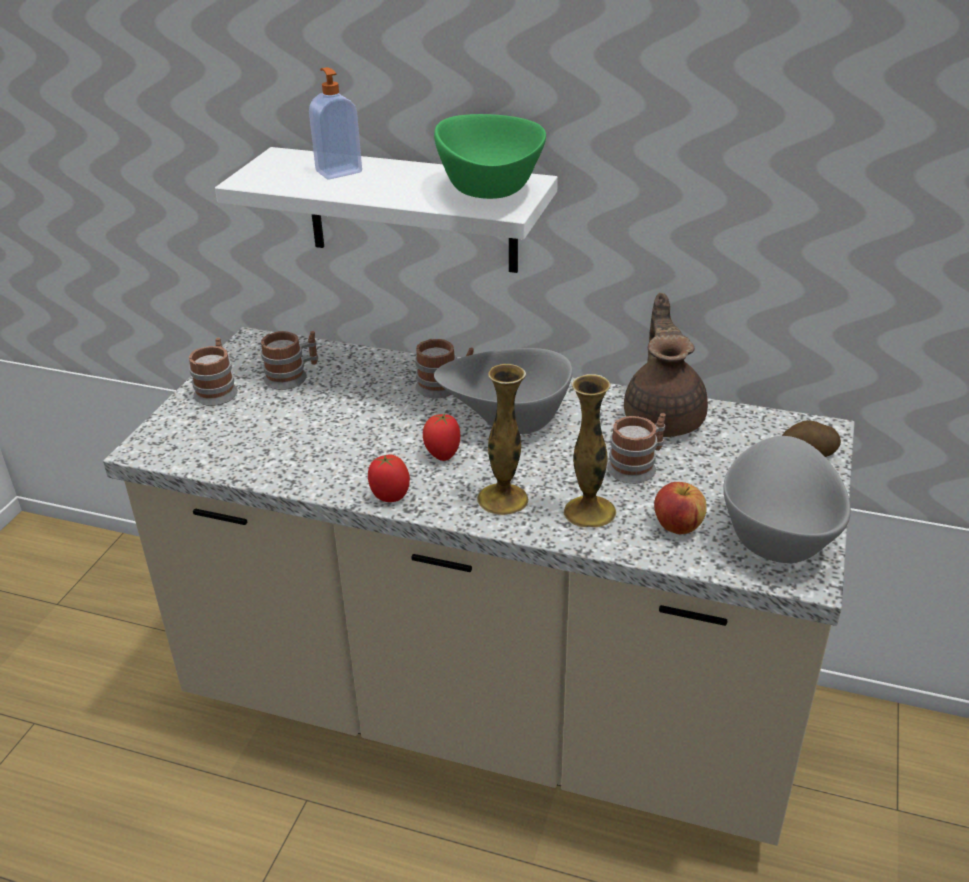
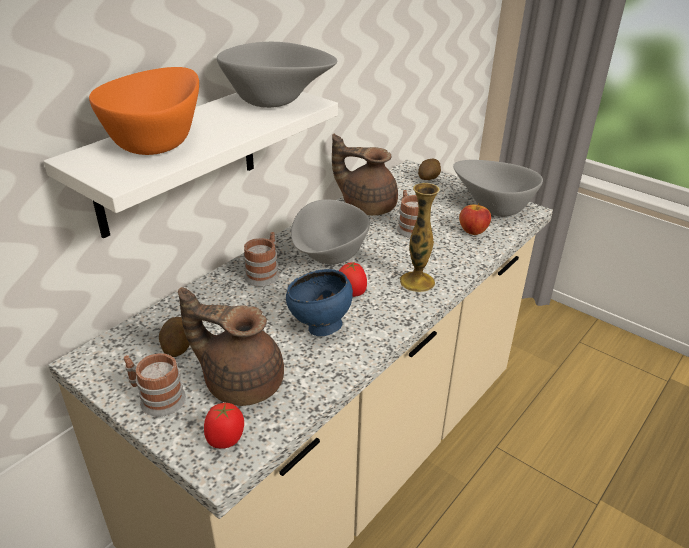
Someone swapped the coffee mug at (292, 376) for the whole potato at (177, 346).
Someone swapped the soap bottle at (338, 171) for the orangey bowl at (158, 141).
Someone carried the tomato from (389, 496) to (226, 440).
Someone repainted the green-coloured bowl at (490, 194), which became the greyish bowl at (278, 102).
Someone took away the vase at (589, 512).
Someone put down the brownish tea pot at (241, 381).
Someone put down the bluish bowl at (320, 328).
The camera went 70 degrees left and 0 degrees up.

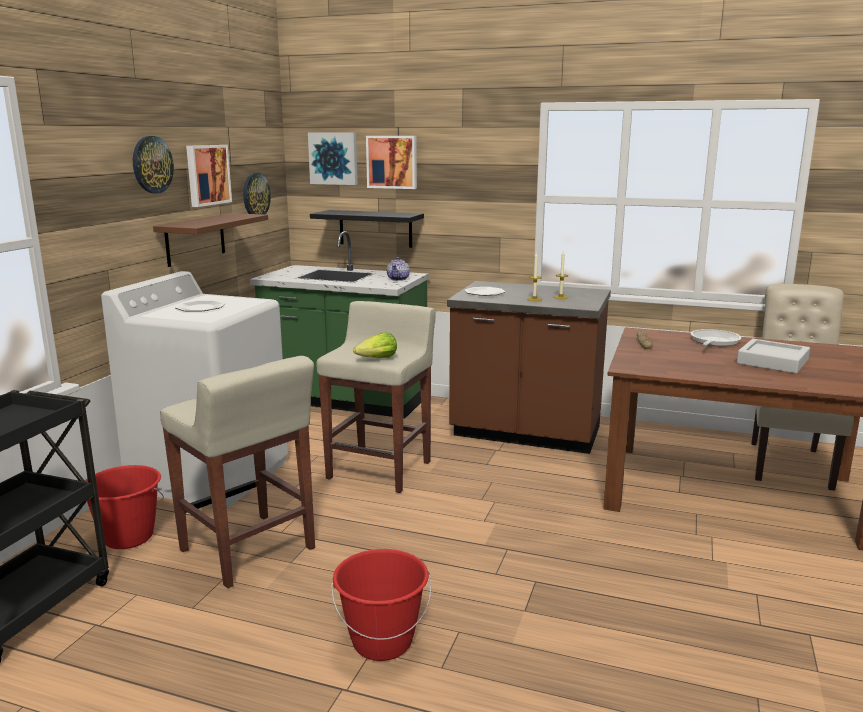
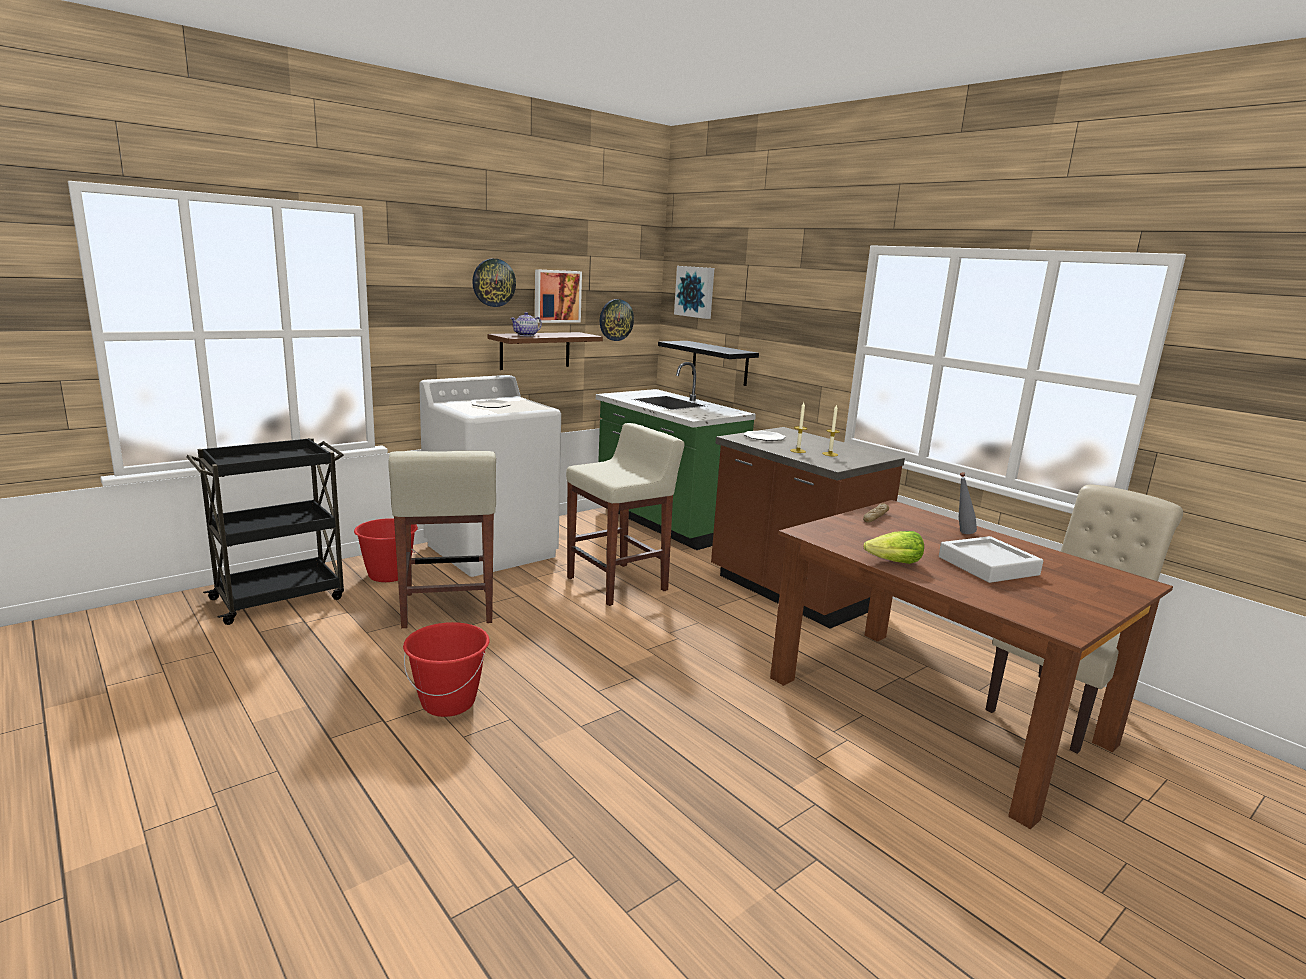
Someone carried the head of lettuce from (377, 359) to (894, 562).
Someone took away the wall picture at (392, 162).
Someone carried the tea pot from (398, 279) to (526, 335).
Someone swapped the pan at (713, 342) for the greyish drink bottle at (961, 533).
The camera went 30 degrees right and 0 degrees up.

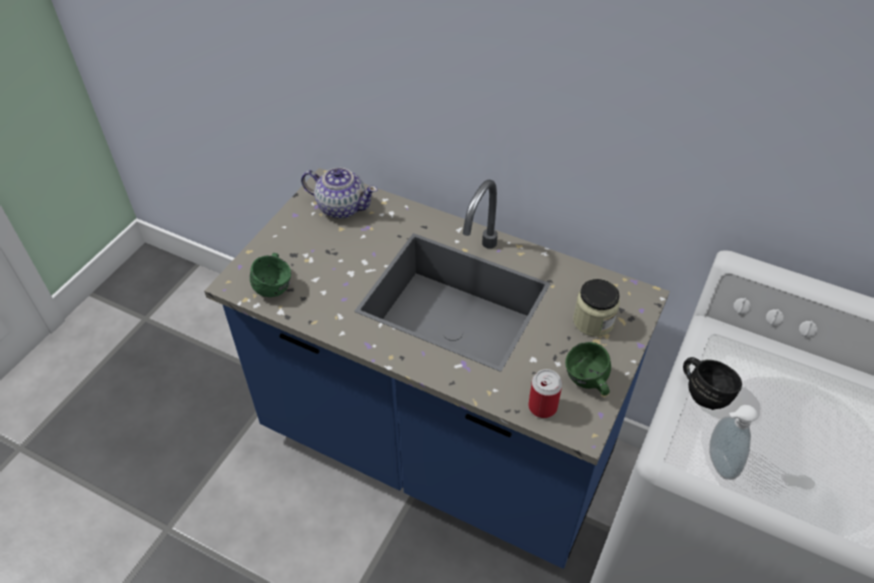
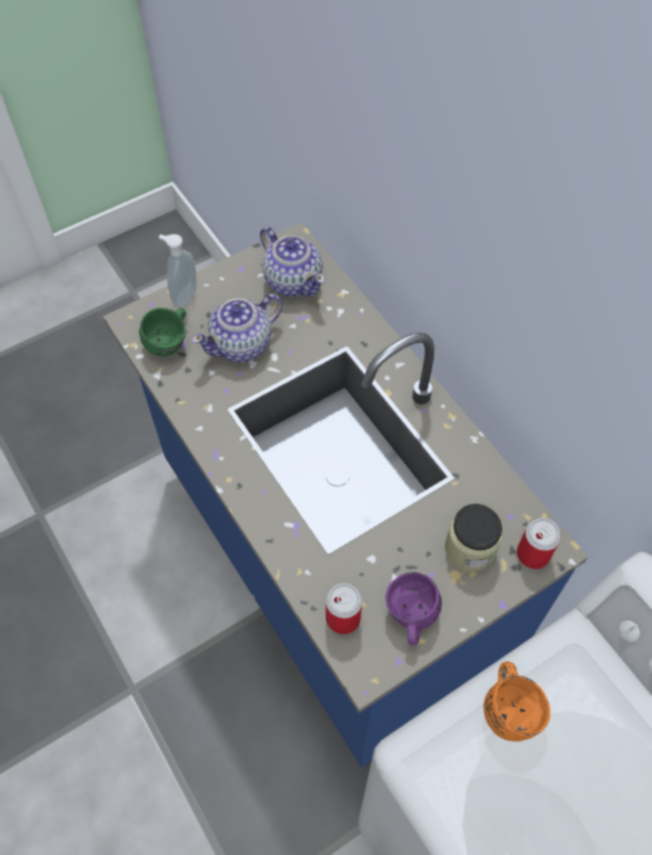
Someone repainted the green-coloured coffee mug at (587, 383), which became the purple-coloured coffee mug at (409, 617).
Someone repainted the black coffee mug at (704, 392), which became the orangey coffee mug at (510, 707).
Someone carried the soap bottle from (717, 463) to (183, 295).
Someone put down the tea pot at (242, 344).
Someone put down the sealed can at (533, 554).
The camera went 30 degrees right and 10 degrees up.

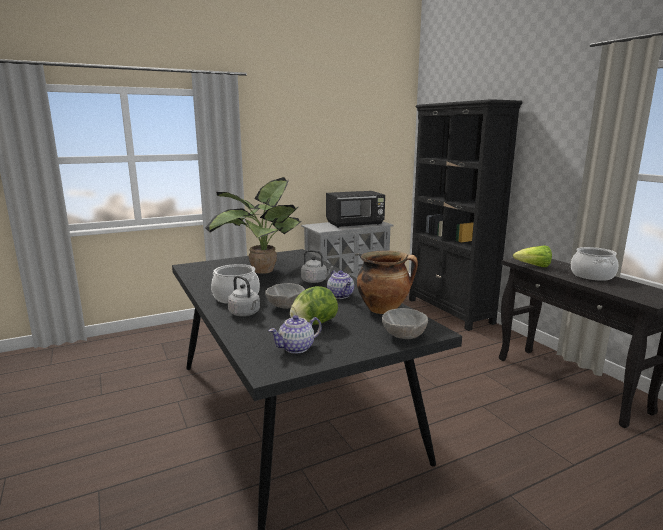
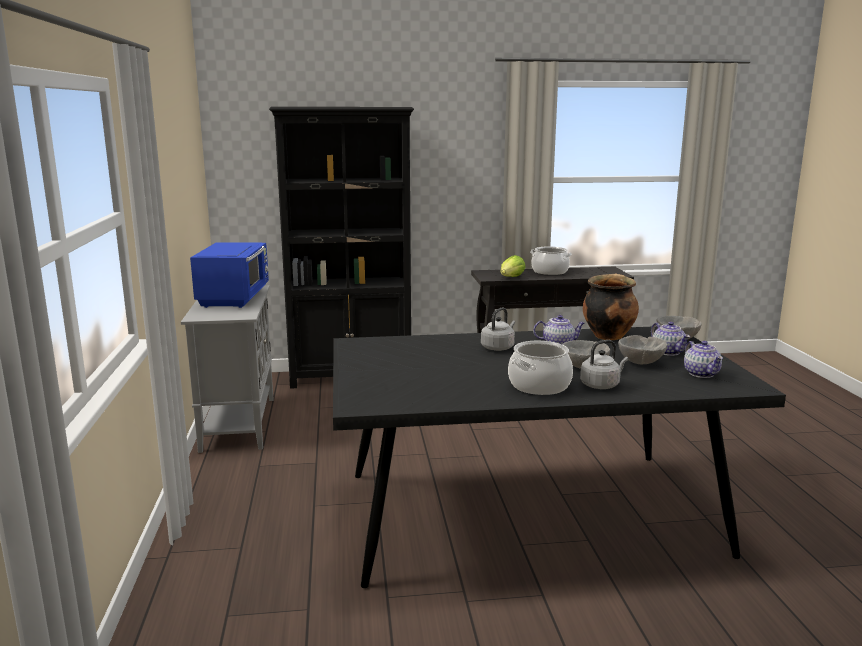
Someone took away the potted plant at (259, 270).
Someone swapped the head of lettuce at (313, 324) for the greyish bowl at (640, 362).
Someone repainted the black microwave at (355, 224), which became the bluish microwave at (235, 298).
Someone put down the tea pot at (668, 352).
The camera went 70 degrees left and 0 degrees up.

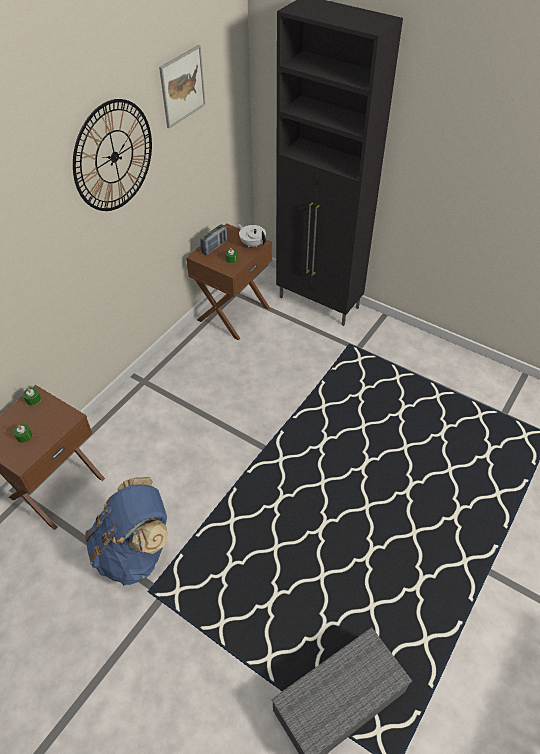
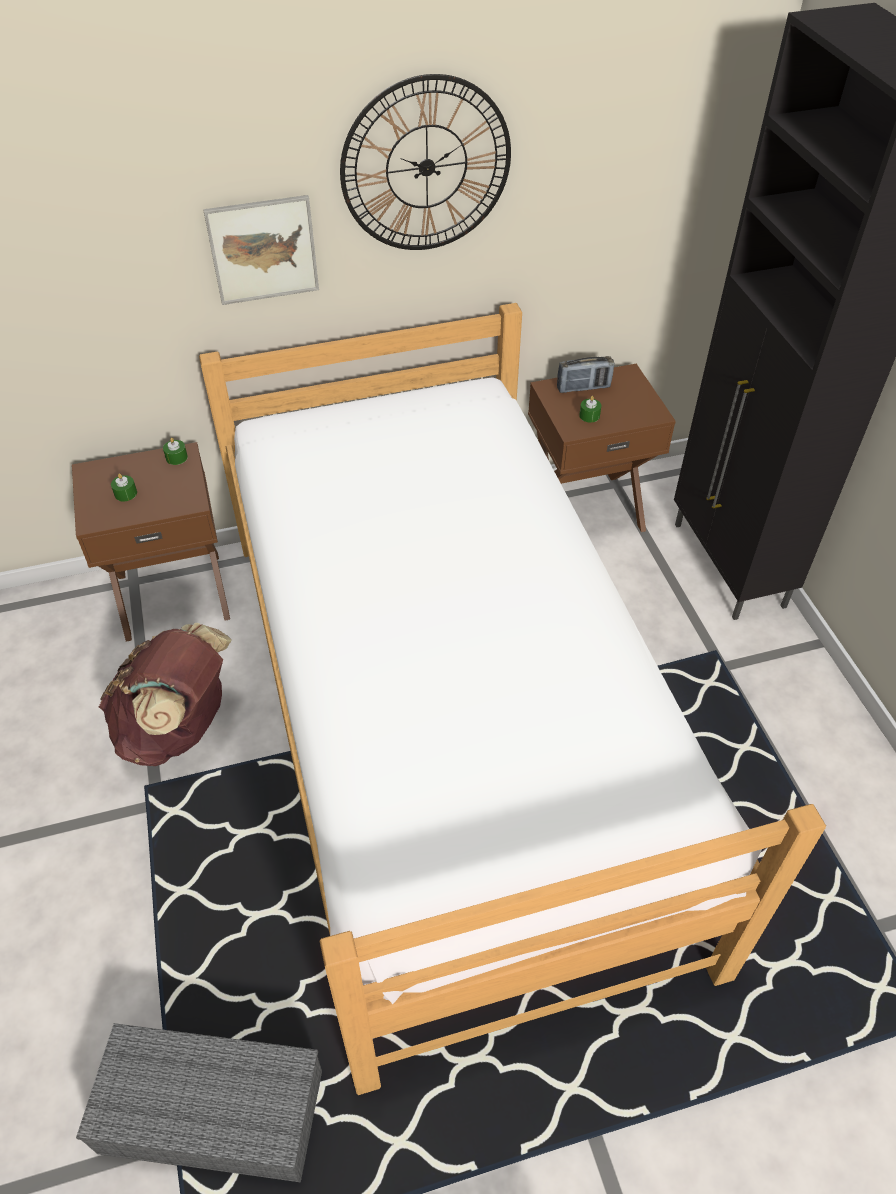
Someone repainted the bluish knapsack at (135, 551), which became the brownish knapsack at (178, 728).
Someone carried the wall picture from (182, 86) to (263, 250).
Someone took away the white-coloured tea pot at (252, 244).
Someone put down the sleeping bed at (449, 726).
The camera went 40 degrees right and 0 degrees up.

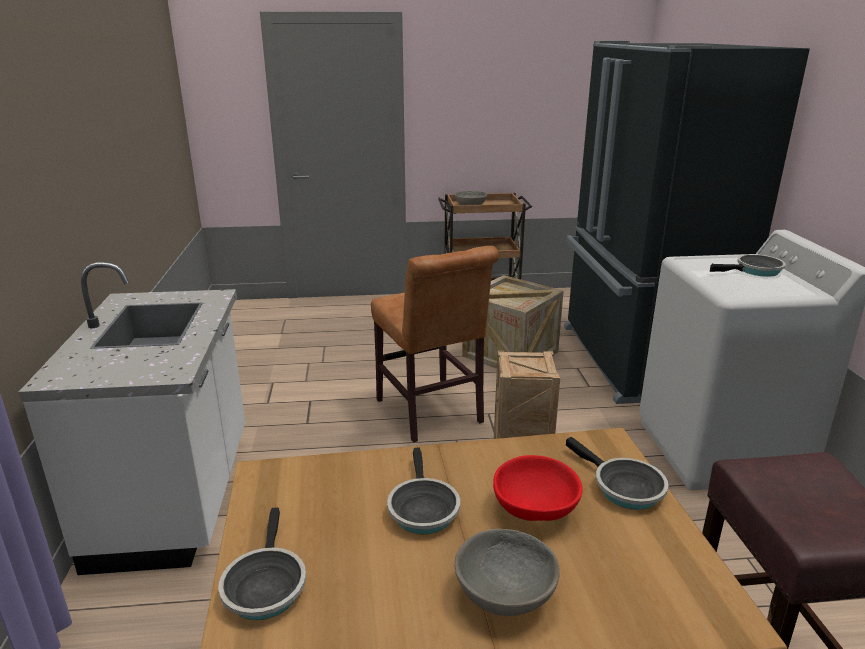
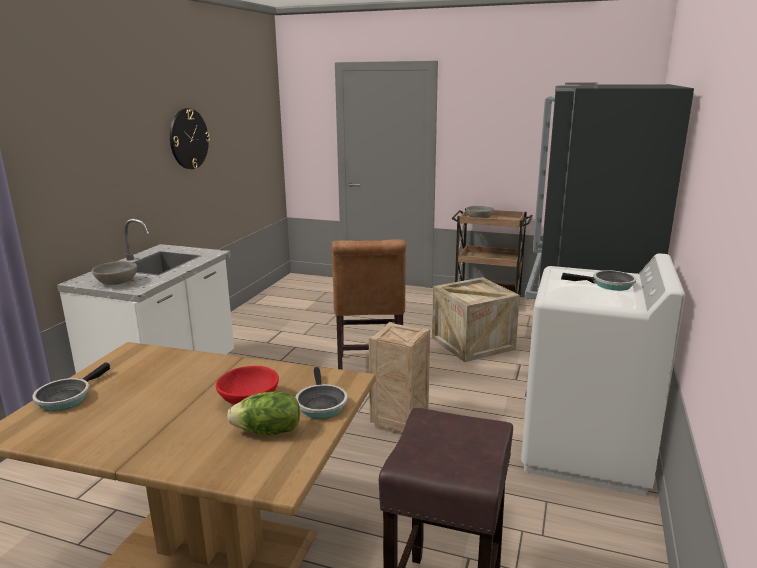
Someone took away the pan at (422, 509).
Someone carried the greyish bowl from (506, 593) to (117, 282).
Someone put up the wall clock at (188, 139).
Someone put down the head of lettuce at (268, 432).
The camera went 25 degrees right and 5 degrees down.

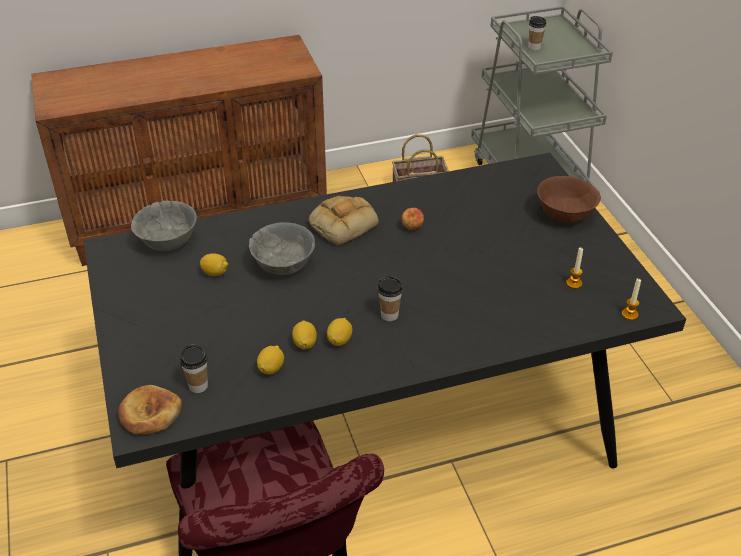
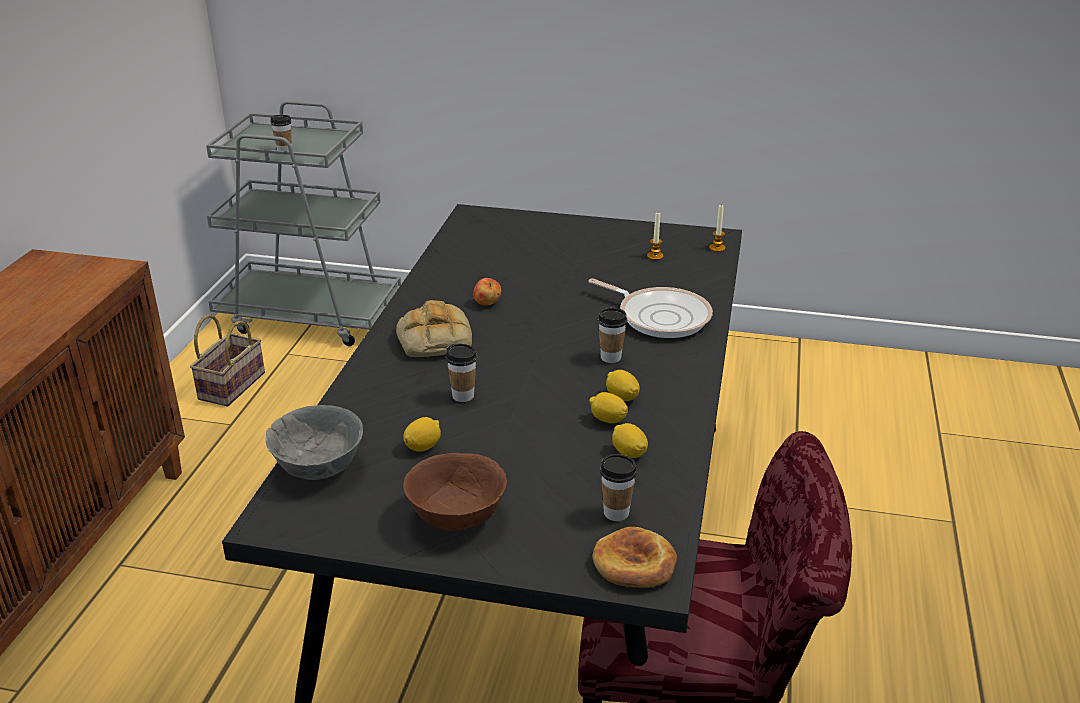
Someone swapped the greyish bowl at (284, 265) for the small cup at (463, 396).
Someone carried the brownish bowl from (565, 215) to (457, 516).
Someone put down the pan at (660, 316).
The camera went 60 degrees left and 10 degrees down.

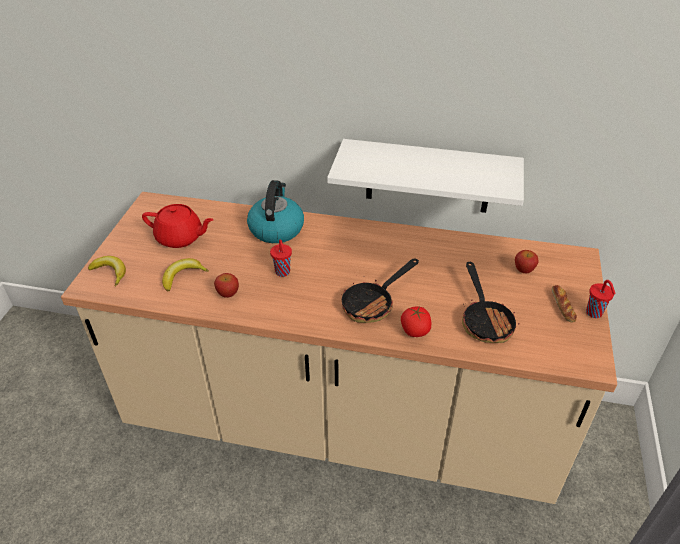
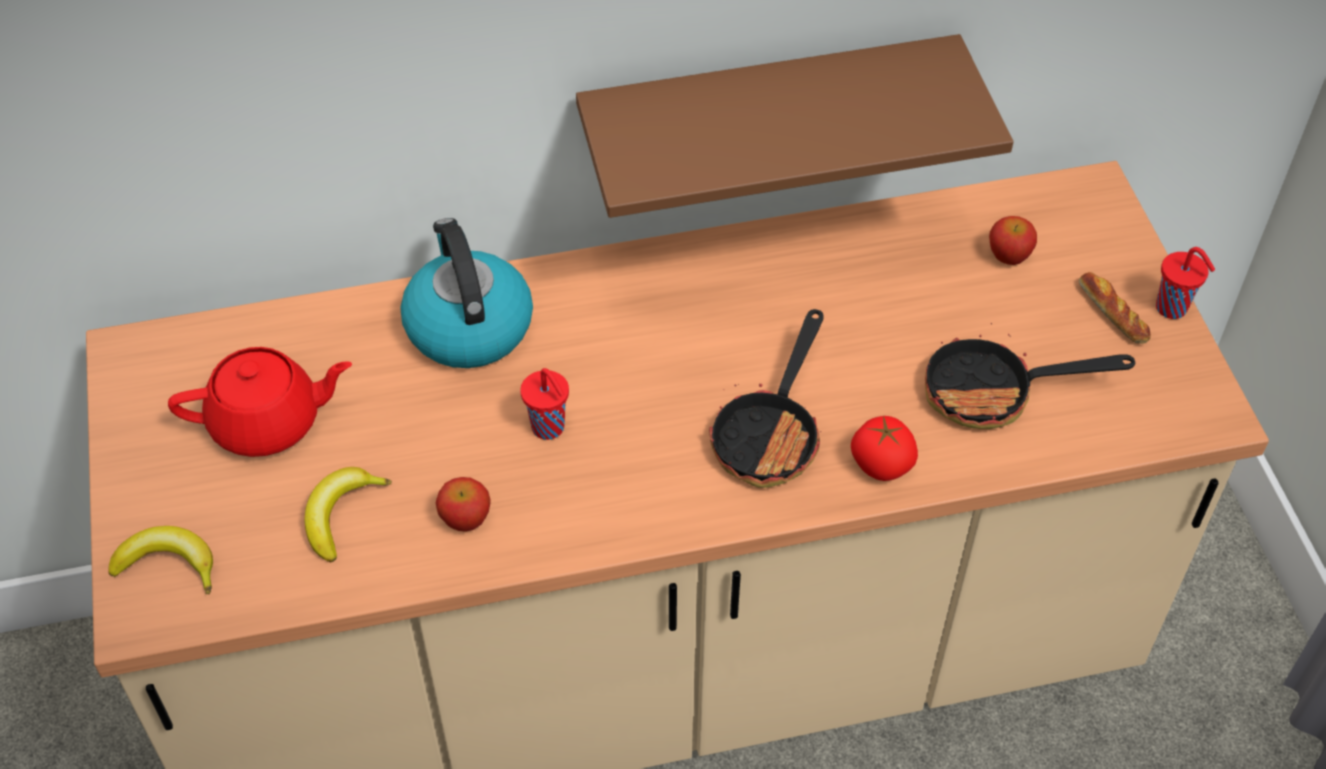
Someone repainted the white-coloured bracket shelf at (428, 176), which became the brownish bracket shelf at (767, 118).
Someone rotated the pan at (485, 320) by 120 degrees clockwise.
The camera went 25 degrees left and 10 degrees up.

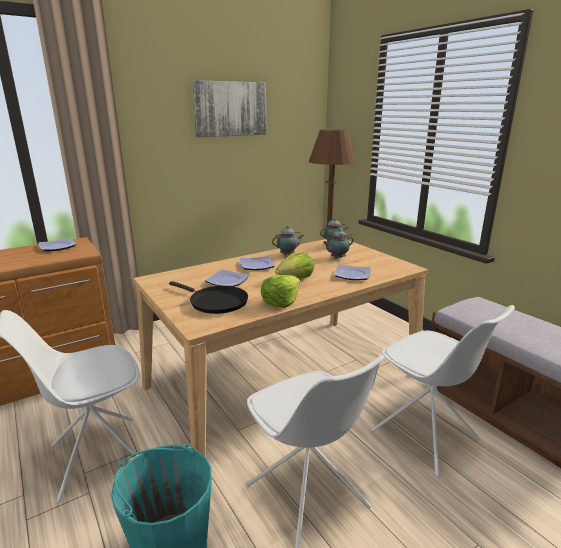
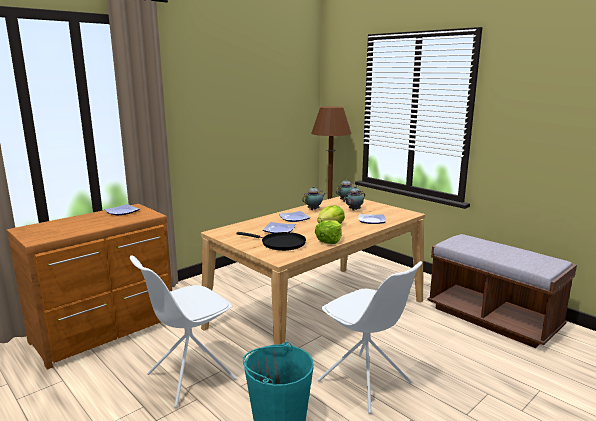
Someone took away the wall picture at (230, 109).
Someone took away the white-coloured upright chair at (426, 436).
The camera went 10 degrees left and 5 degrees down.

